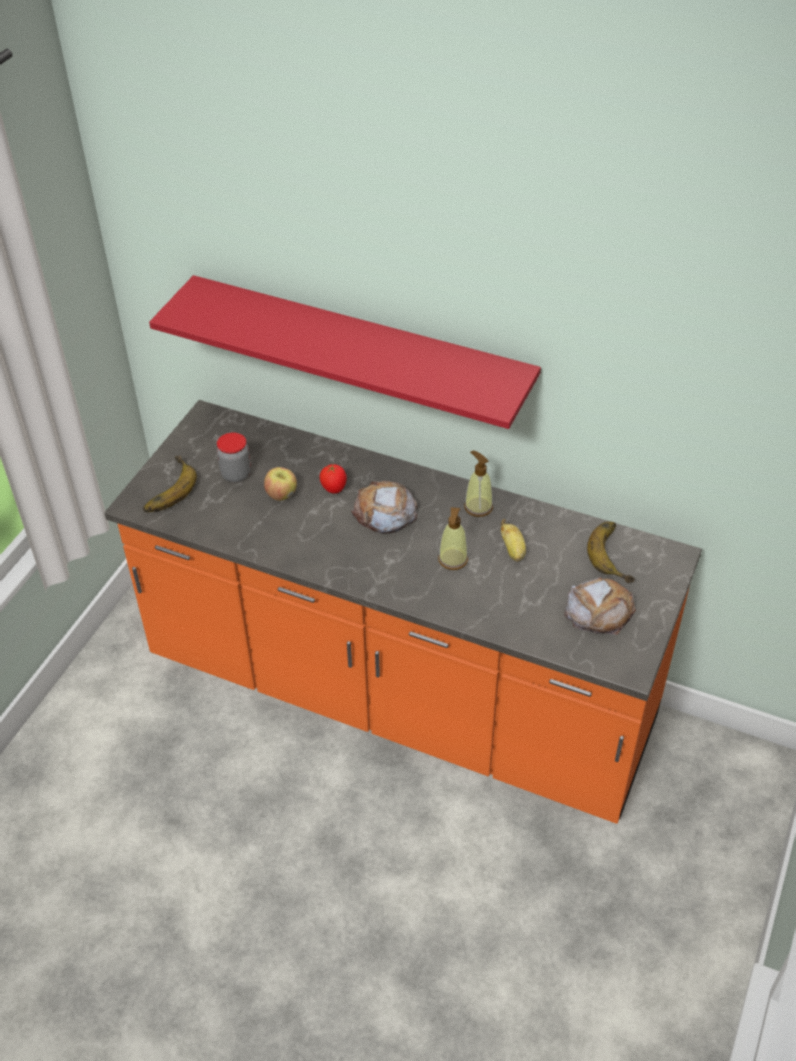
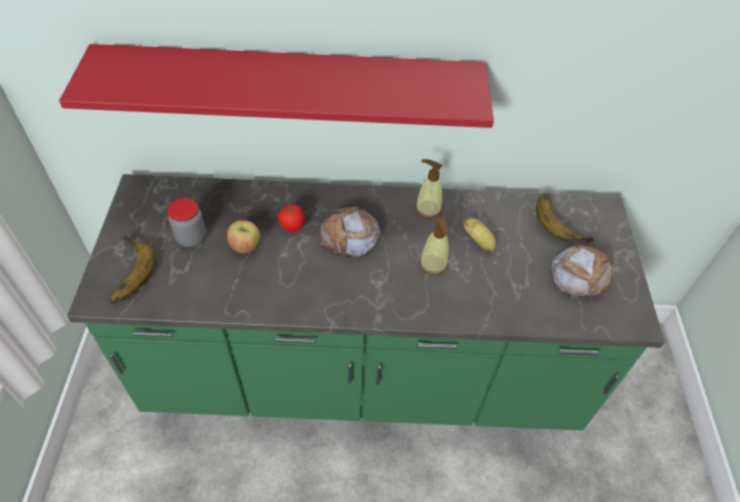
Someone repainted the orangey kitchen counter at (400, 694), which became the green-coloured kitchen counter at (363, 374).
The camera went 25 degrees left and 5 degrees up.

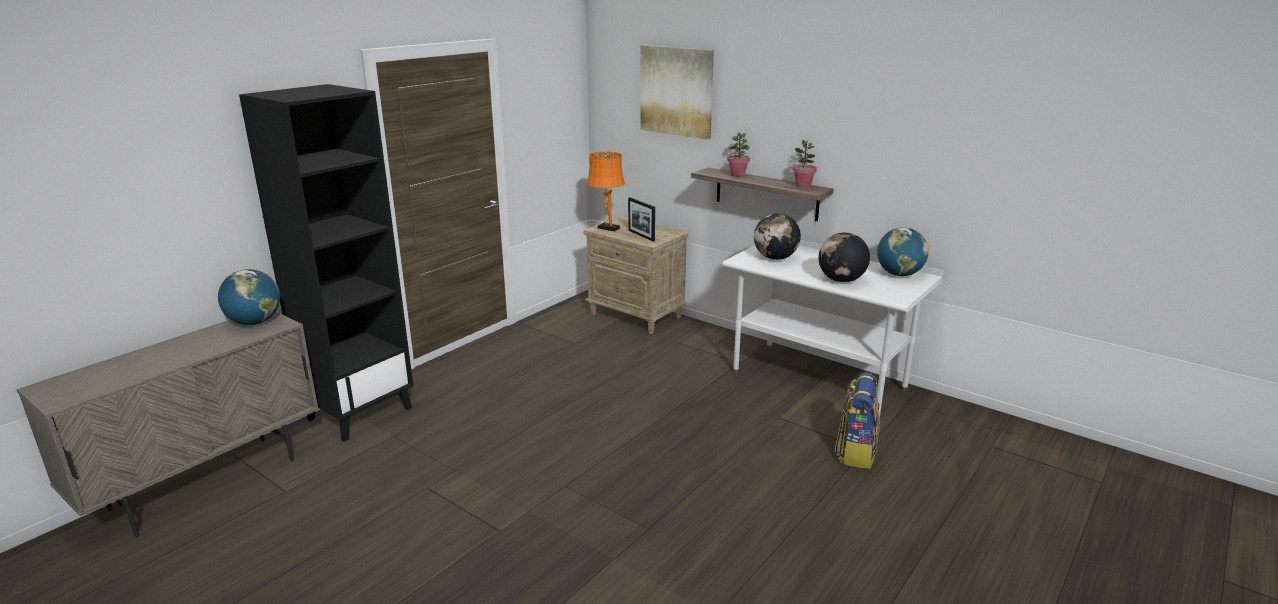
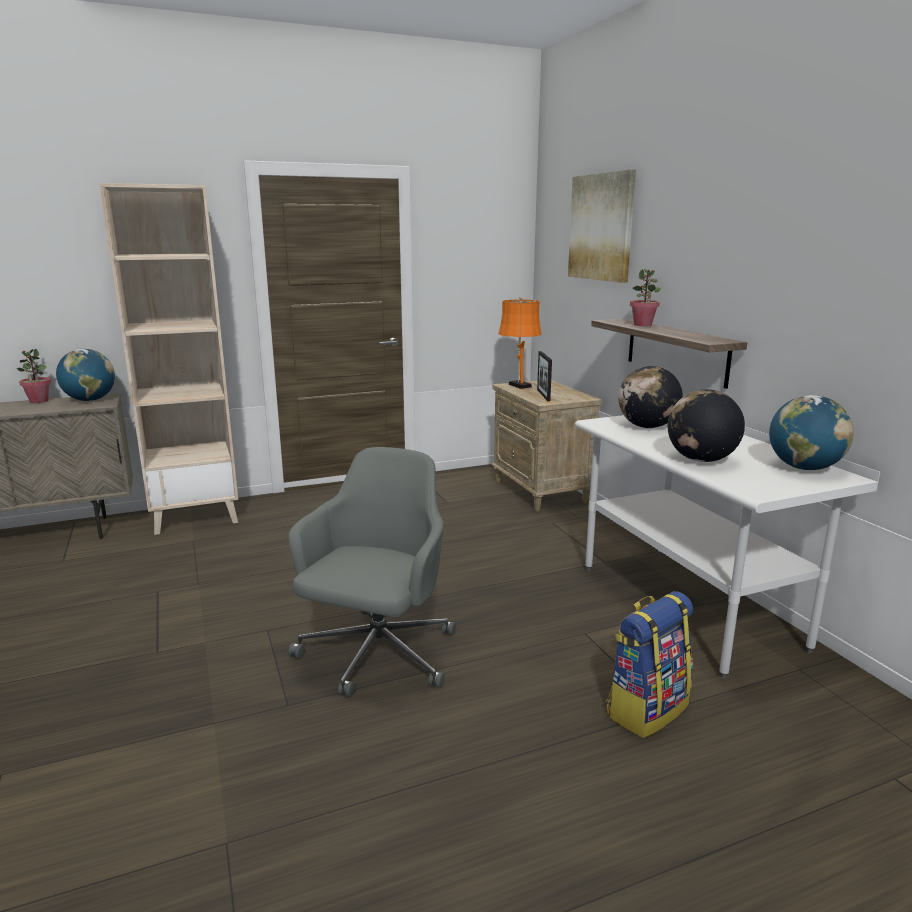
Someone repainted the black bookshelf at (360, 413), which became the beige bookshelf at (196, 516).
Someone carried the potted plant from (803, 186) to (38, 401).
Someone put down the greyish computer chair at (377, 656).
The camera went 30 degrees right and 5 degrees down.

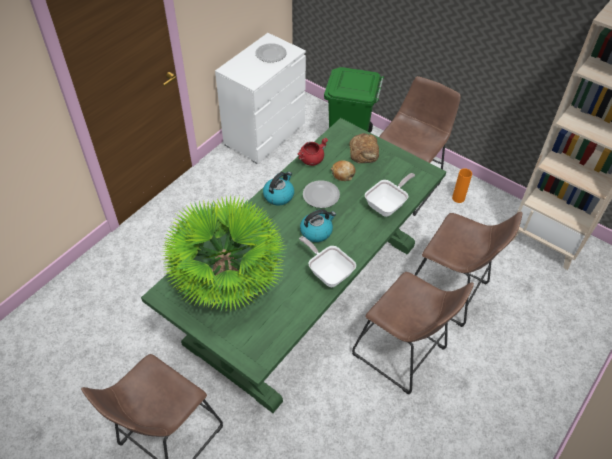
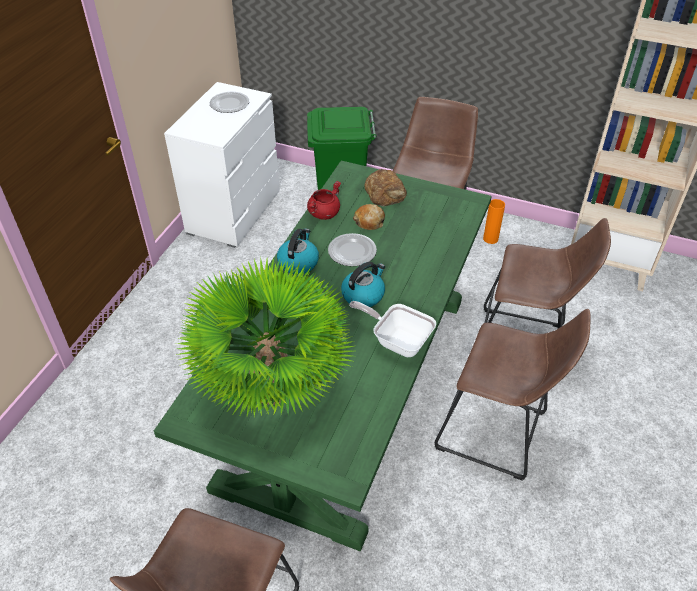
Someone took away the pan at (388, 205).
The camera went 15 degrees left and 5 degrees down.

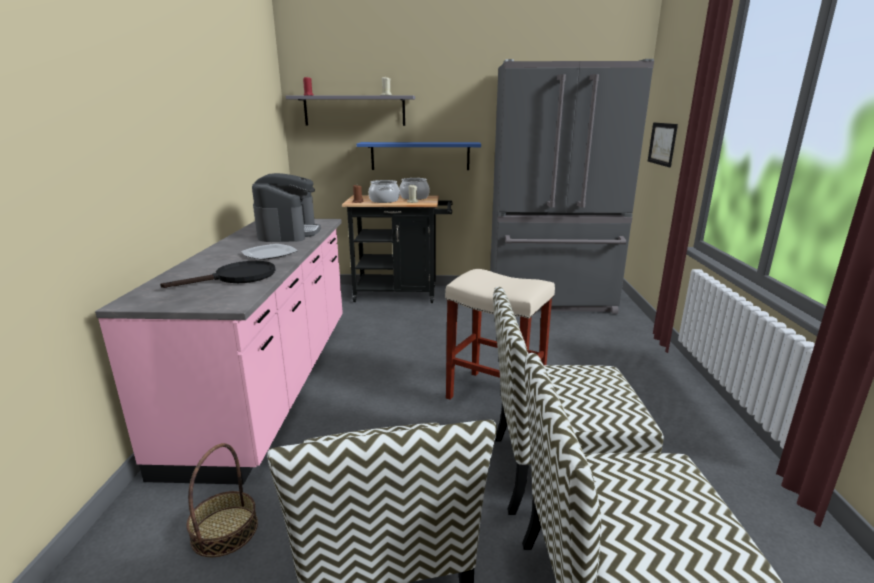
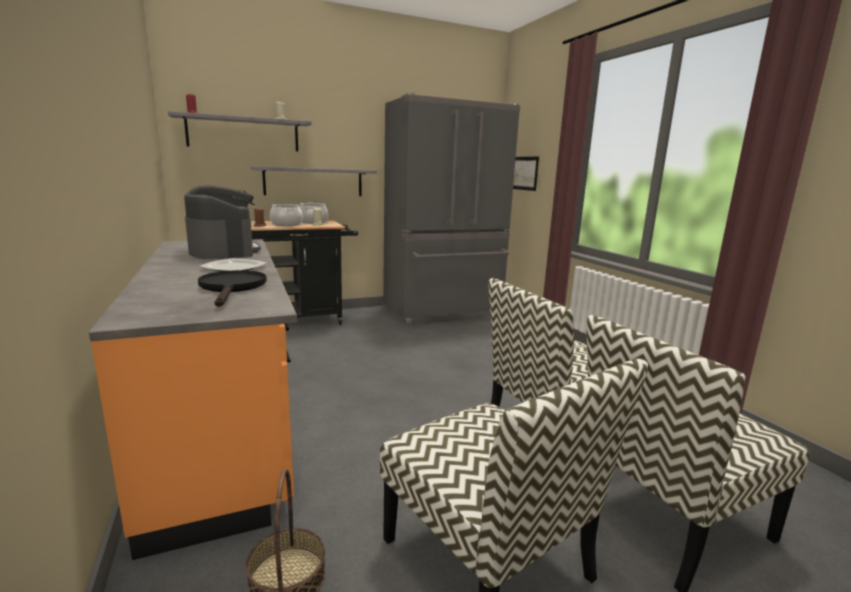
Someone repainted the pink kitchen counter at (272, 383), which became the orangey kitchen counter at (224, 421).
Someone rotated the black pan at (237, 277) by 45 degrees counterclockwise.
Someone repainted the bluish bracket shelf at (420, 156), which became the greyish bracket shelf at (313, 182).
Someone took away the beige stool at (496, 396).
The camera went 25 degrees left and 5 degrees down.

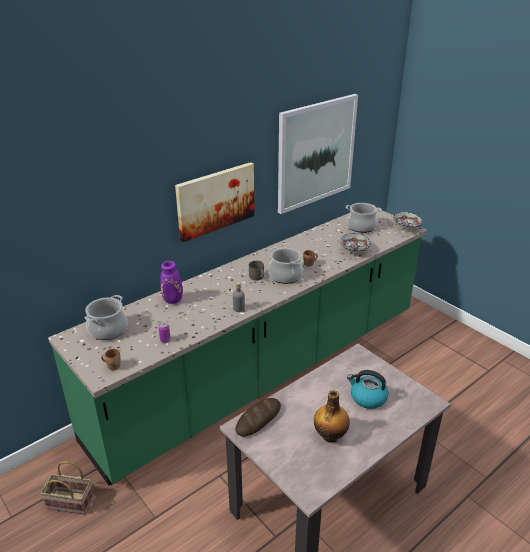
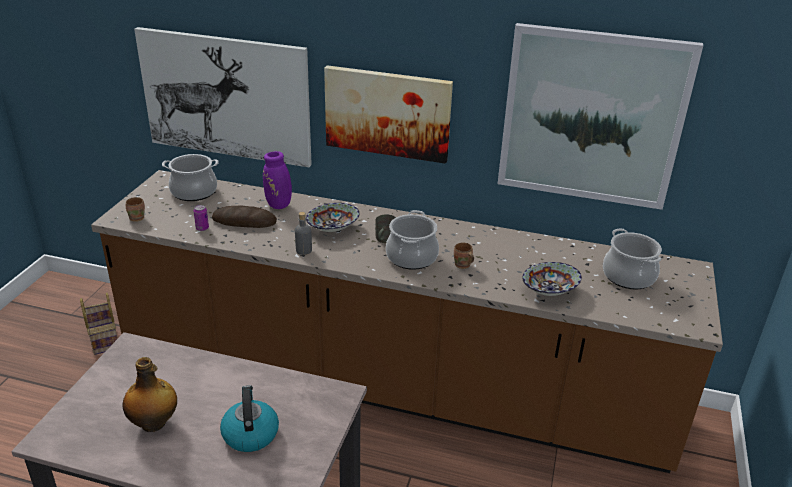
Someone repainted the green-coloured kitchen counter at (265, 372), which became the brownish kitchen counter at (391, 384).
Someone carried the bread from (258, 419) to (244, 221).
Someone carried the bowl from (406, 227) to (332, 228).
Someone put up the wall picture at (226, 97).
The camera went 55 degrees right and 0 degrees up.

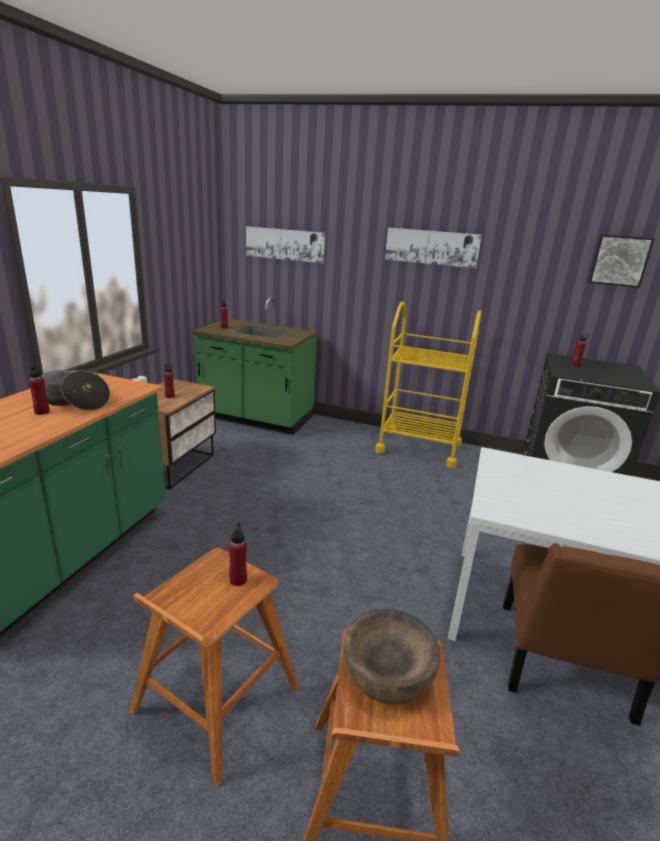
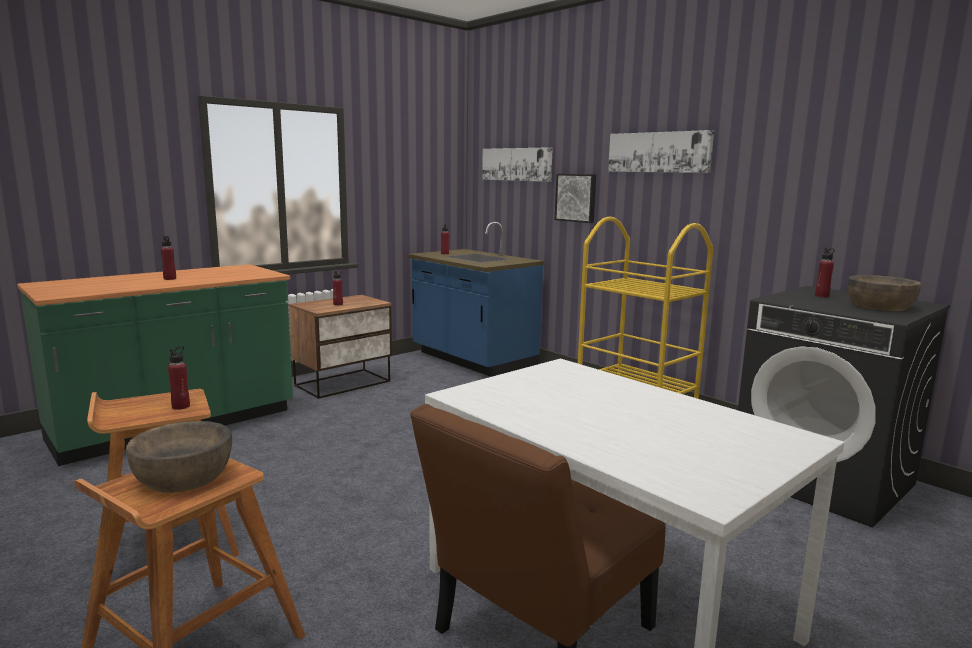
Someone took away the saucepot at (74, 401).
Someone repainted the green-coloured kitchen counter at (256, 418), which became the bluish kitchen counter at (472, 360).
Someone carried the wall picture from (619, 260) to (576, 197).
Someone put down the brownish bowl at (879, 306).
The camera went 30 degrees right and 10 degrees down.

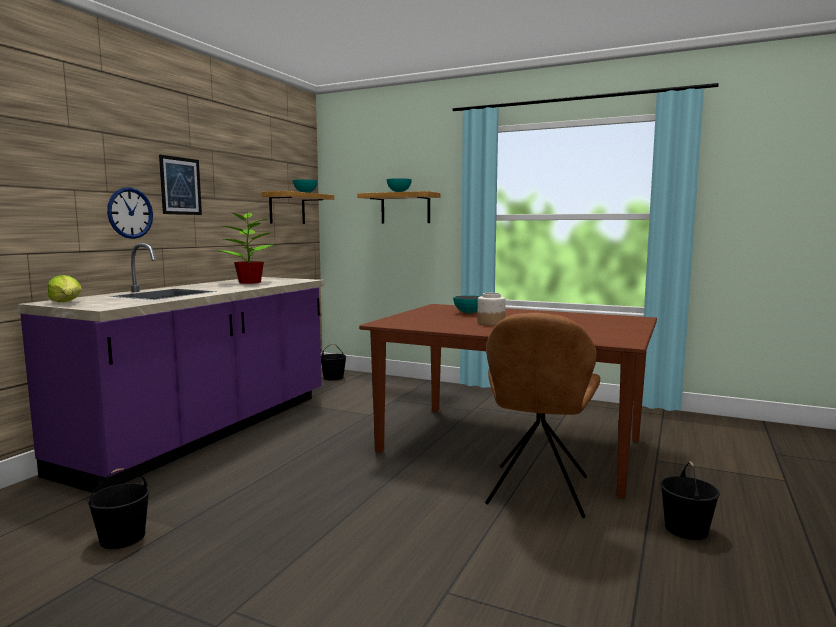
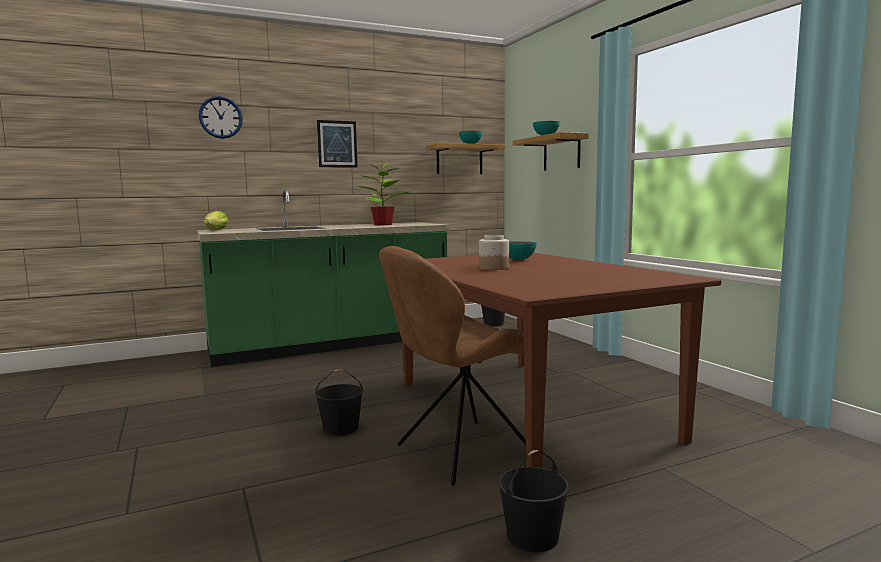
Someone repainted the purple-coloured kitchen counter at (207, 432), which became the green-coloured kitchen counter at (331, 345).
Someone carried the black water bucket from (123, 537) to (341, 428).
Someone carried the wall clock from (130, 213) to (220, 117).
The camera went 40 degrees right and 0 degrees up.

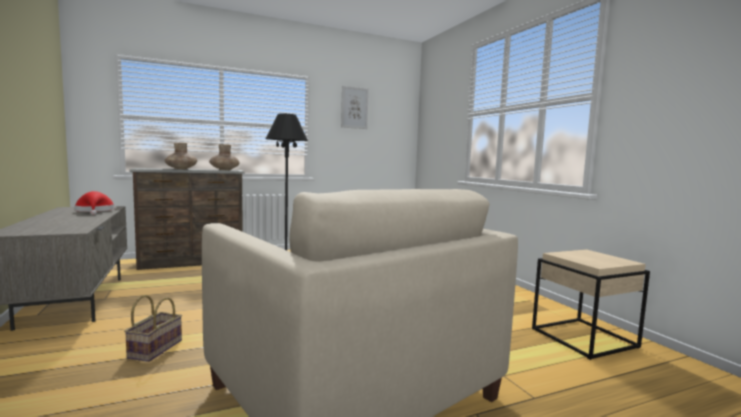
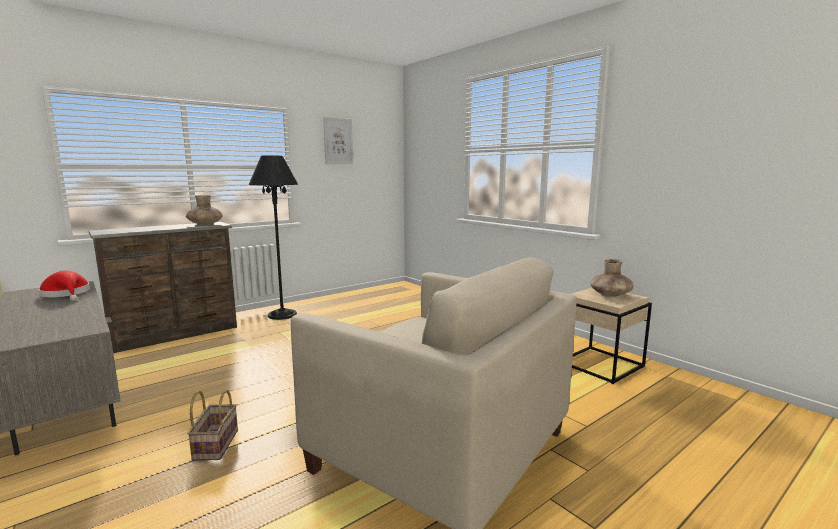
Someone carried the brownish vase from (181, 169) to (610, 295).
The camera went 15 degrees left and 5 degrees up.

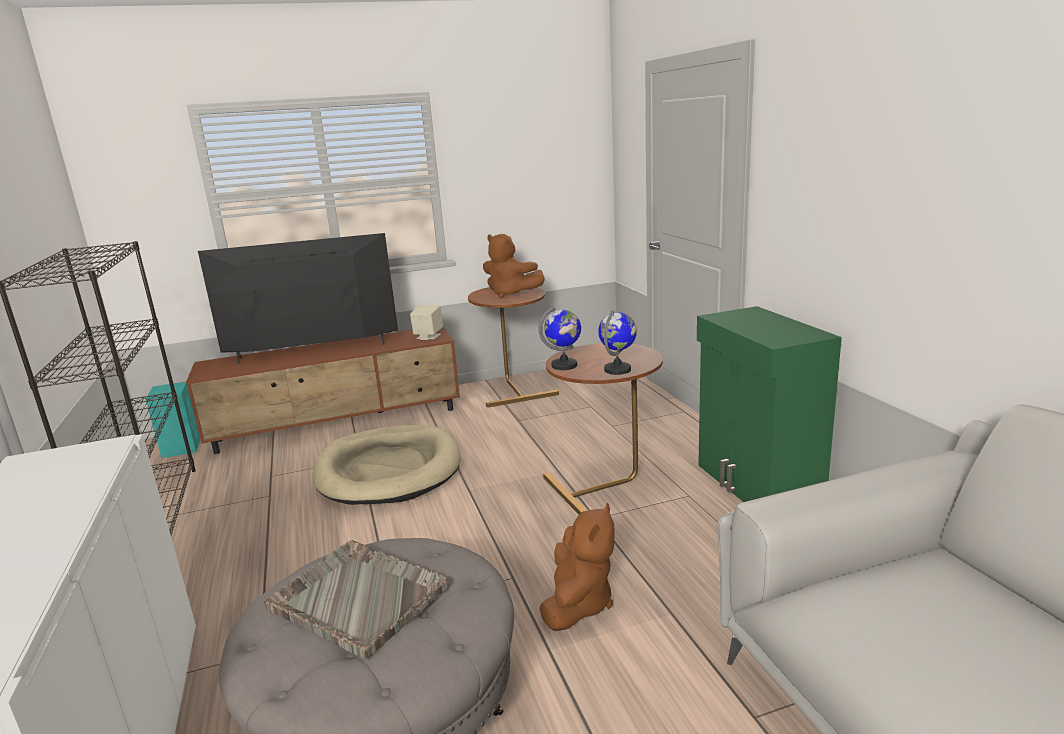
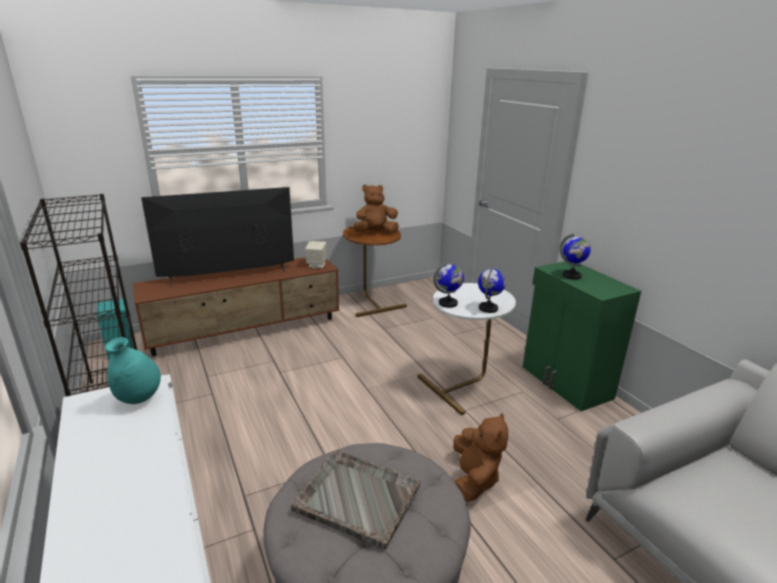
Someone took away the beige dog cushion at (389, 470).
Someone rotated the brownish plush toy at (511, 294) by 135 degrees clockwise.
Someone repainted the brownish end table at (606, 488), which became the white-coloured end table at (464, 385).
Someone put down the turquoise-coloured vase at (139, 399).
Someone put down the world globe at (572, 276).
The camera went 10 degrees left and 5 degrees up.

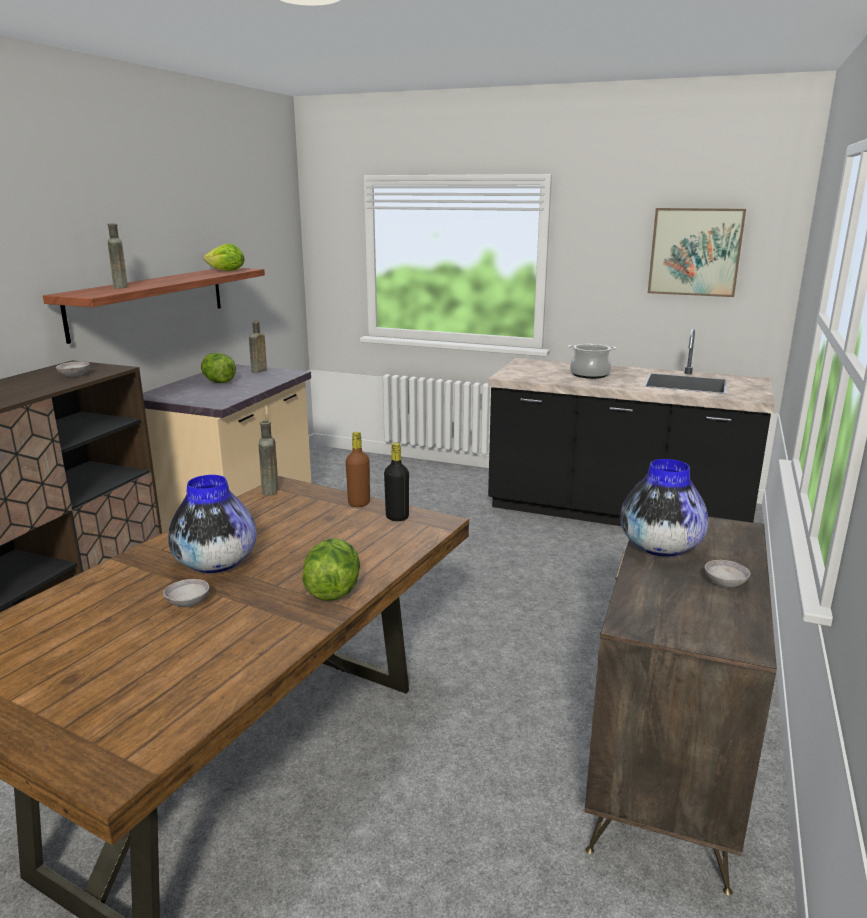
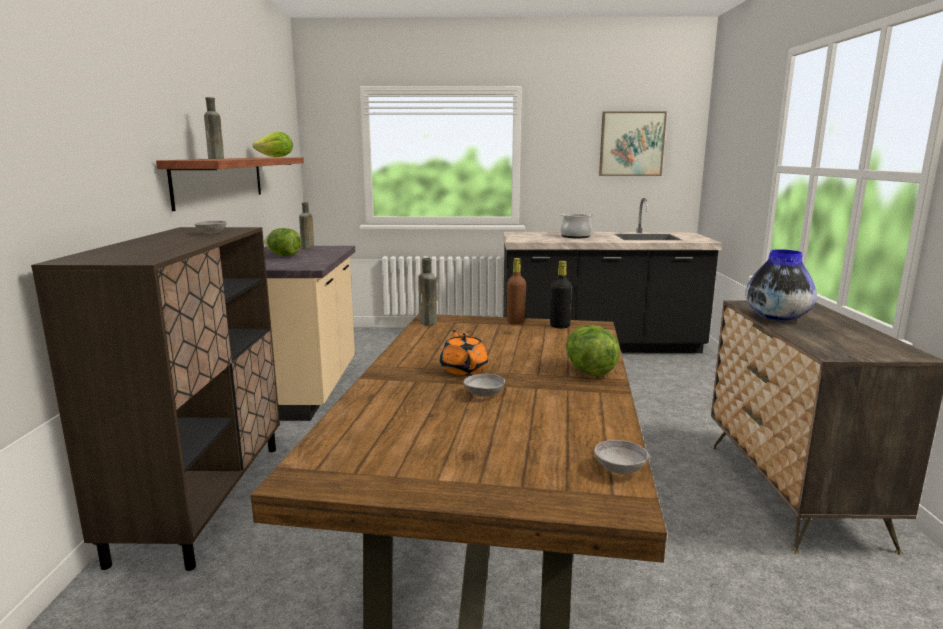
Someone swapped the vase at (215, 564) for the orangey tea pot at (463, 369).
Someone carried the greyish bowl from (725, 583) to (620, 469).
The camera went 20 degrees left and 5 degrees down.

